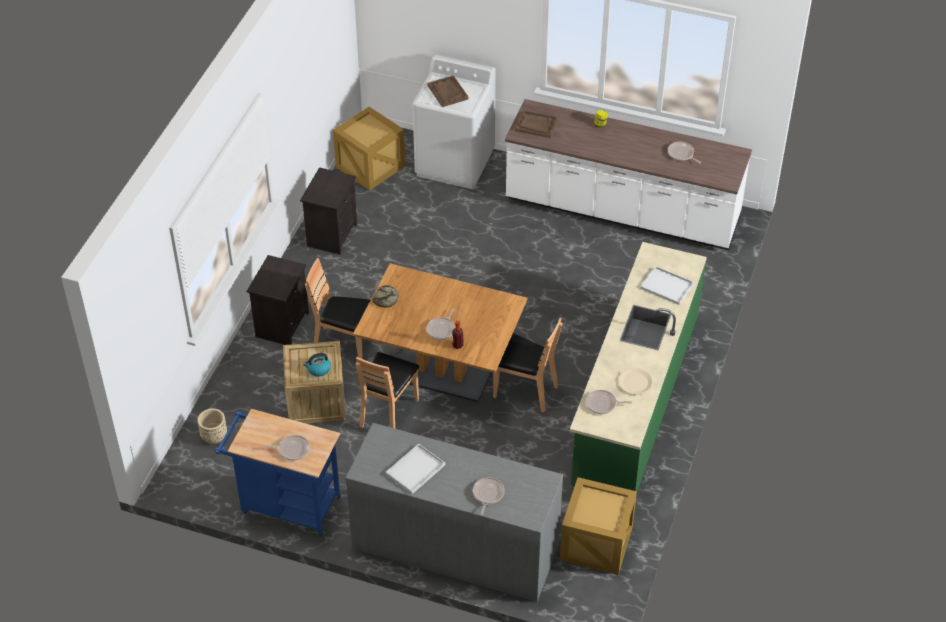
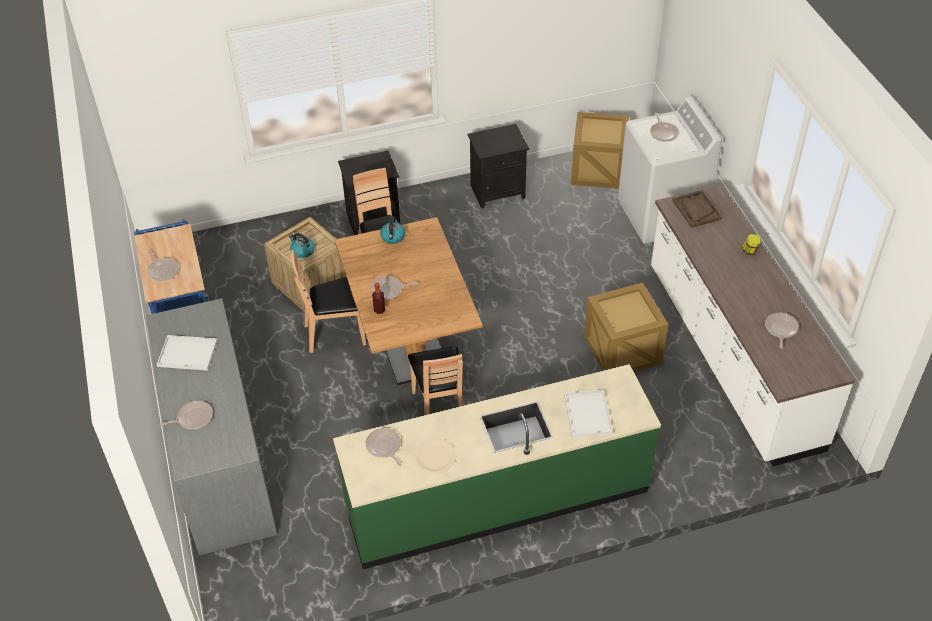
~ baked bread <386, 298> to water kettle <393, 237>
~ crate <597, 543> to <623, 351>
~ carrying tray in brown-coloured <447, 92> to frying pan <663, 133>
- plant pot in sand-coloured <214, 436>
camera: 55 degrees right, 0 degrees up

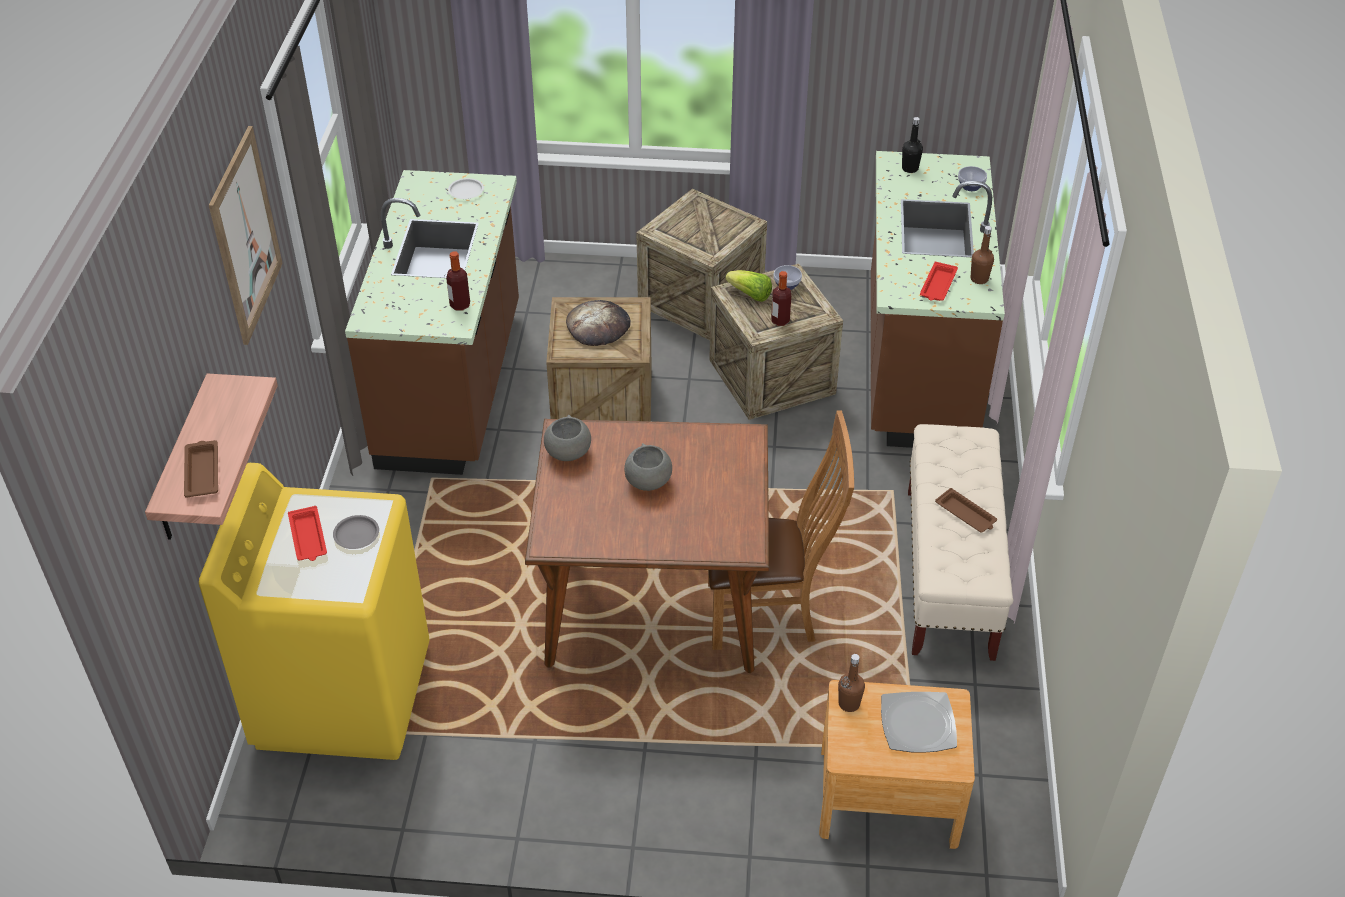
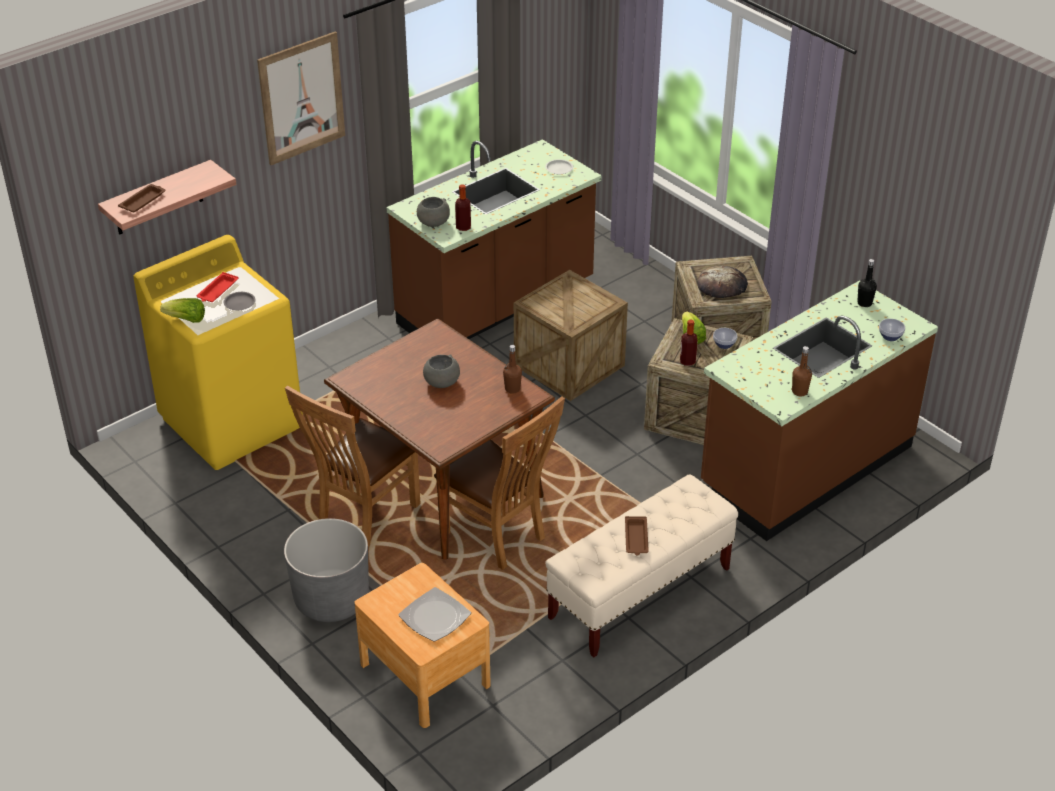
+ head of lettuce <186, 319>
+ plant pot in greyish <331, 599>
+ upright chair in brown-coloured <363, 517>
~ serving bowl in greyish <568, 453> to <433, 223>
~ bottle in brown-coloured <849, 704> to <512, 389>
~ baked bread <598, 326> to <722, 285>
- carrying tray in red-coloured <938, 286>
camera: 45 degrees right, 5 degrees down

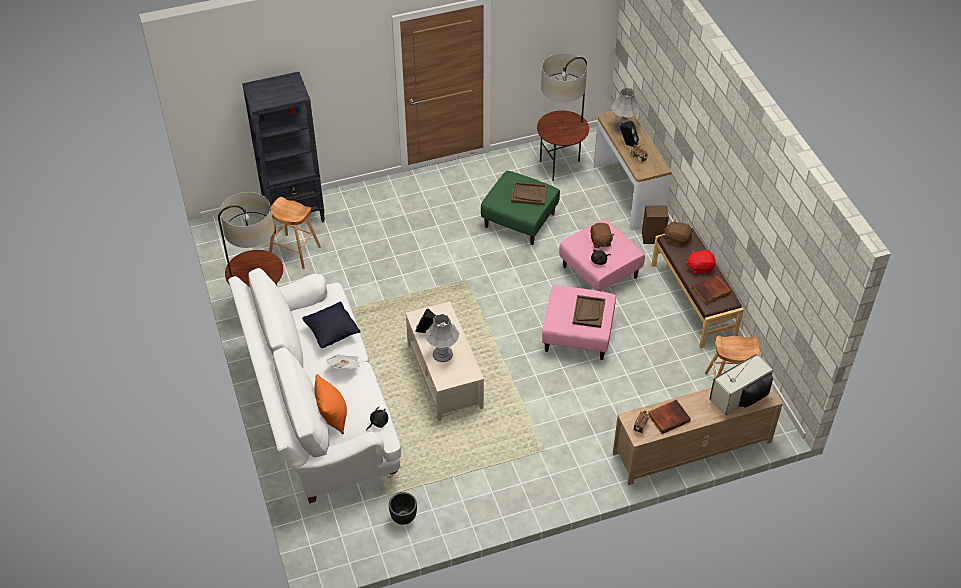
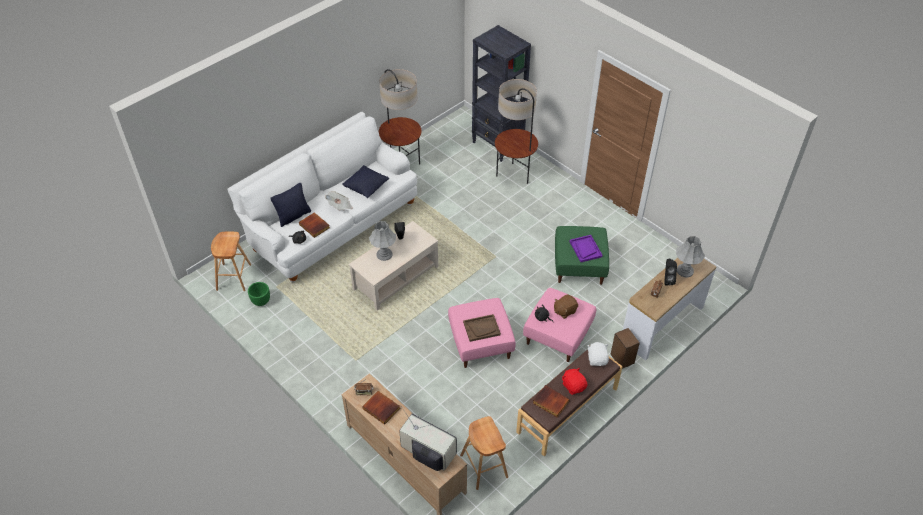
~ stool in brown-coloured <295, 251> to <234, 277>
~ plant pot in blackish <403, 518> to plant pot in green <261, 302>
~ throw pillow in orange-coloured <332, 417> to throw pillow in blackish <293, 216>
+ bound book <315, 226>
~ standing lamp <560, 166> to <514, 175>
~ carrying tray in brown-coloured <528, 194> to carrying tray in purplish <585, 249>
~ cuddly toy in brown-coloured <677, 239> to cuddly toy in whitish <597, 359>
camera: 65 degrees right, 0 degrees up

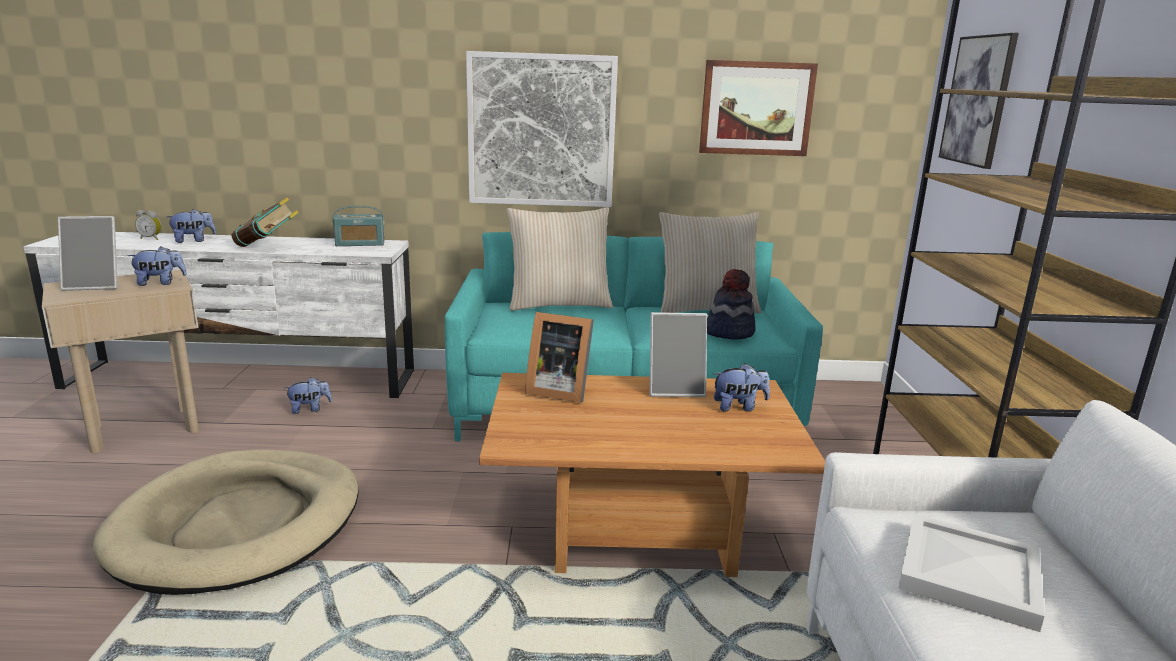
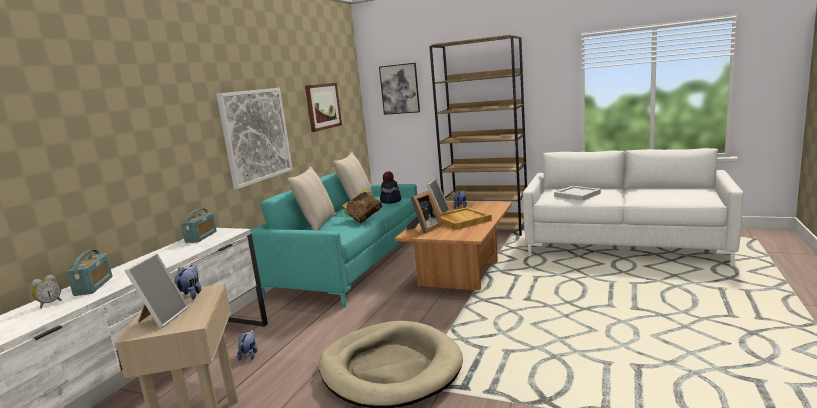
~ cuddly toy <193, 241> to radio <94, 286>
~ bound book <267, 246> to <364, 219>
+ carrying tray in sand-coloured <461, 220>
camera: 65 degrees left, 5 degrees down

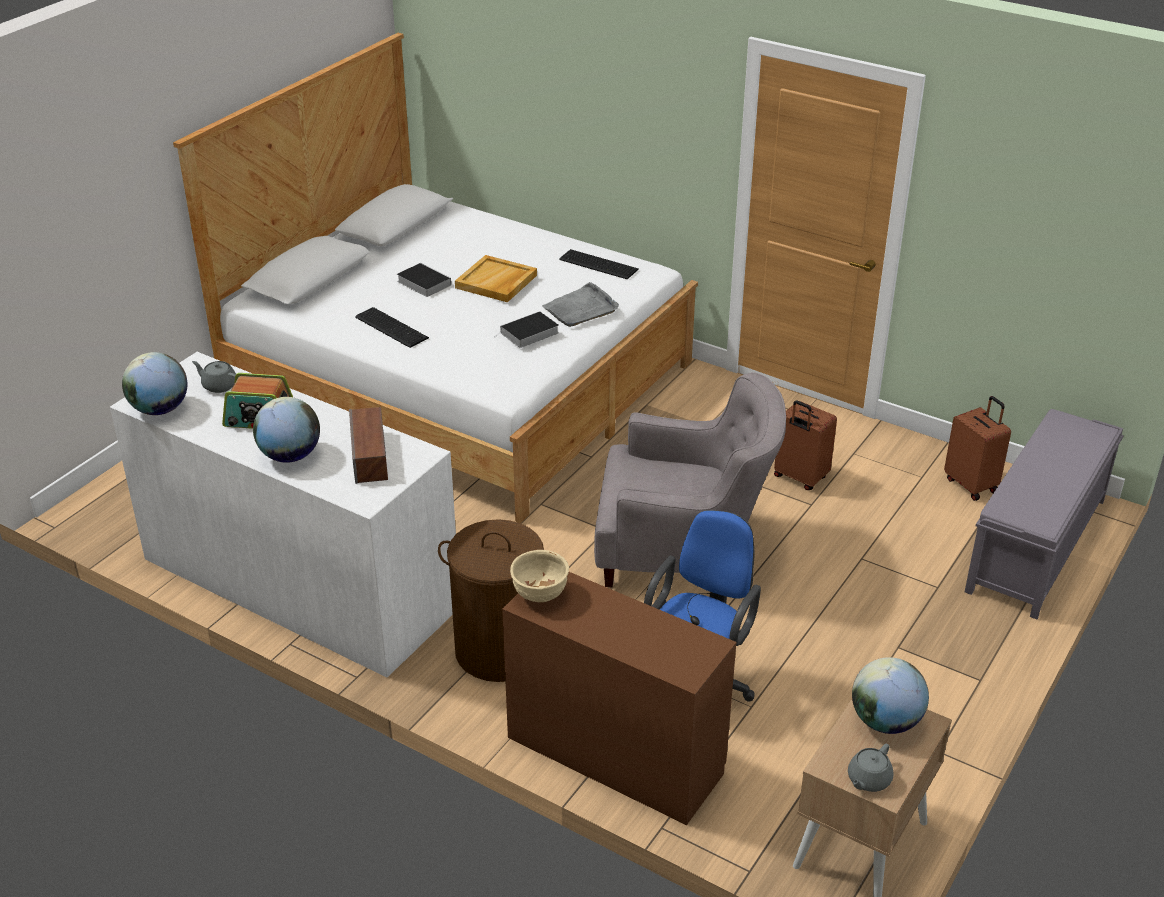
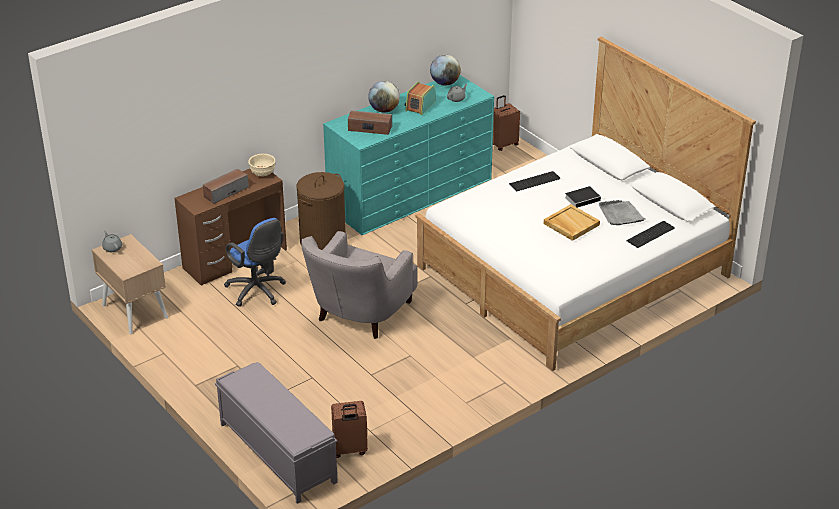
+ loudspeaker <226, 192>
~ chest of drawers in whitish <299, 582> to chest of drawers in blue-green <410, 193>
~ piece of luggage in brown-coloured <799, 478> to <503, 144>
~ carrying tray in greyish <581, 308> to <620, 214>
~ keyboard <598, 263> to <651, 234>
- bound book <528, 333>
- globe <885, 721>
camera: 110 degrees right, 0 degrees up

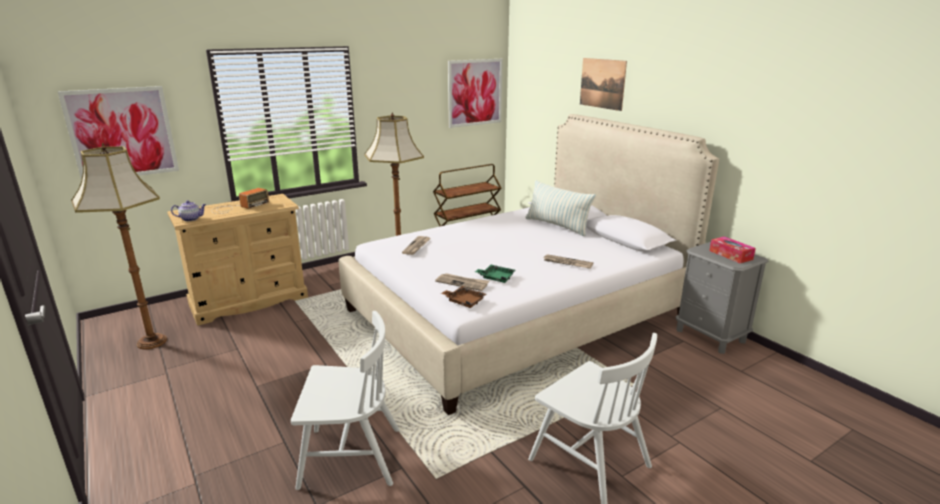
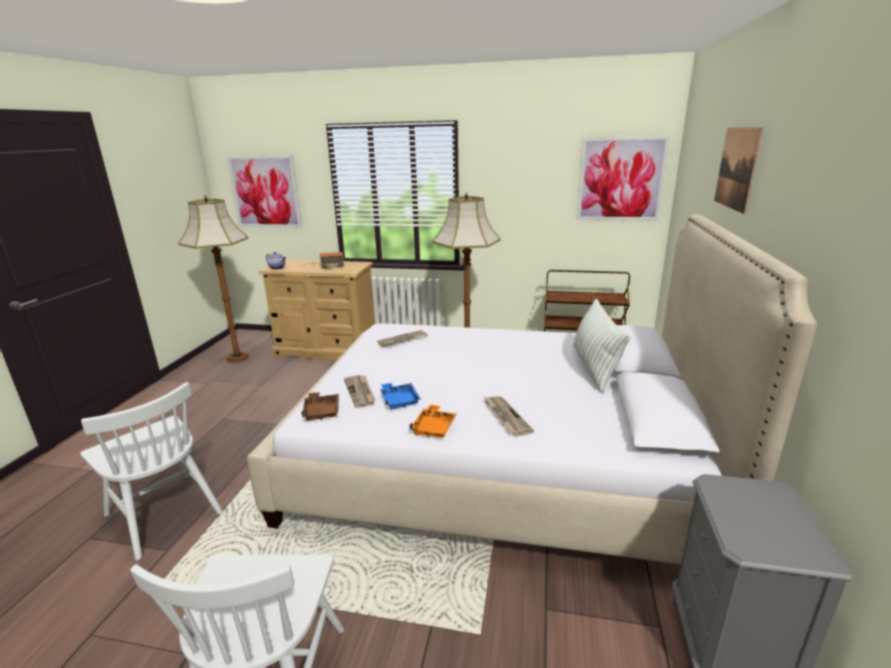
~ carrying tray in green <496, 278> to carrying tray in bluish <399, 400>
+ carrying tray in orange-coloured <434, 428>
- box of tissues <730, 255>
camera: 45 degrees right, 0 degrees up

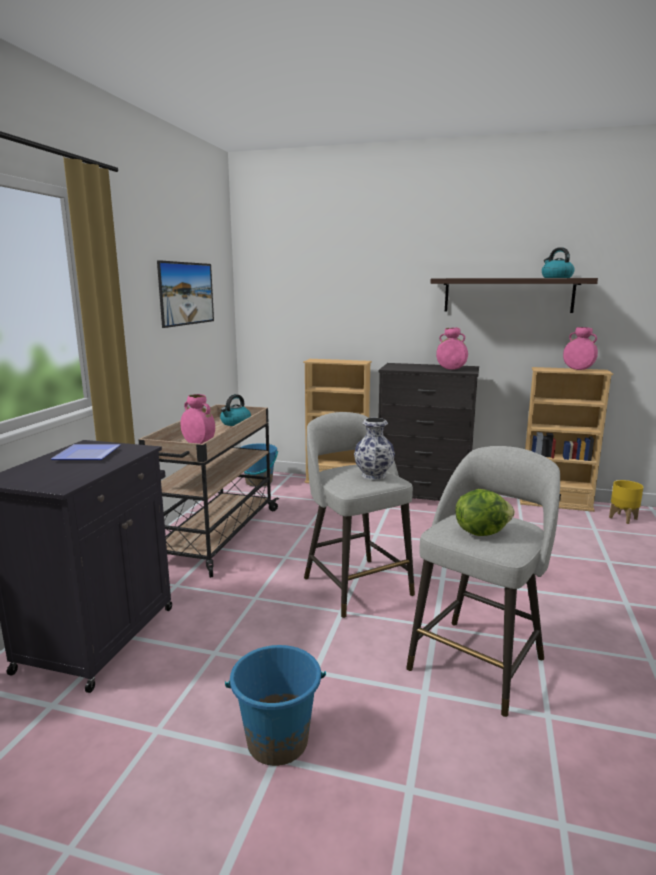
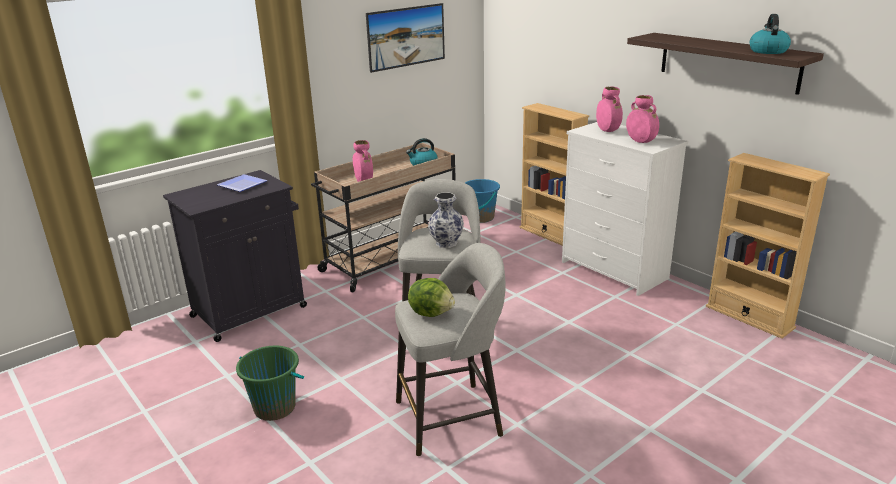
~ water bucket in bluish <277, 741> to water bucket in green <275, 407>
~ chest of drawers in blackish <424, 496> to chest of drawers in whitish <614, 270>
~ vase in pink-coloured <578, 369> to <607, 131>
- plant pot in yellowish <623, 518>
camera: 35 degrees right, 10 degrees up

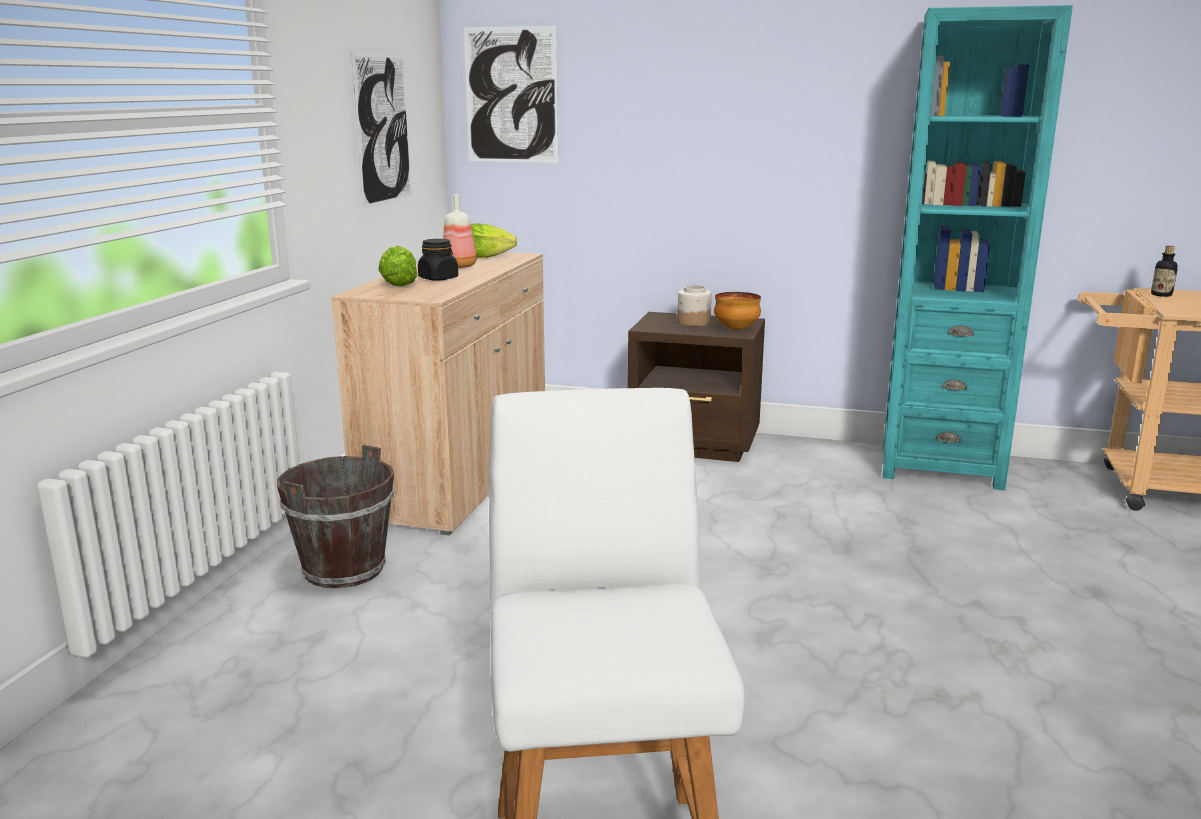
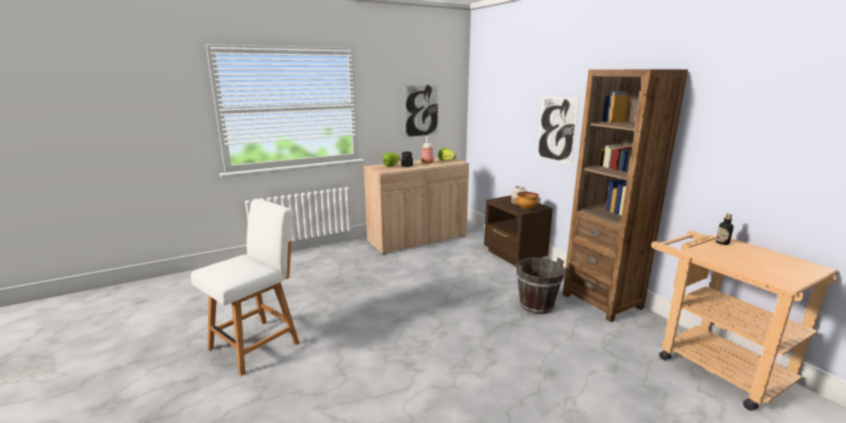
~ water bucket in brown-coloured <344, 570> to <536, 305>
~ picture <511, 95> to <556, 129>
~ shelving unit in blue-green <940, 466> to shelving unit in brown-coloured <602, 301>
camera: 45 degrees right, 0 degrees up

